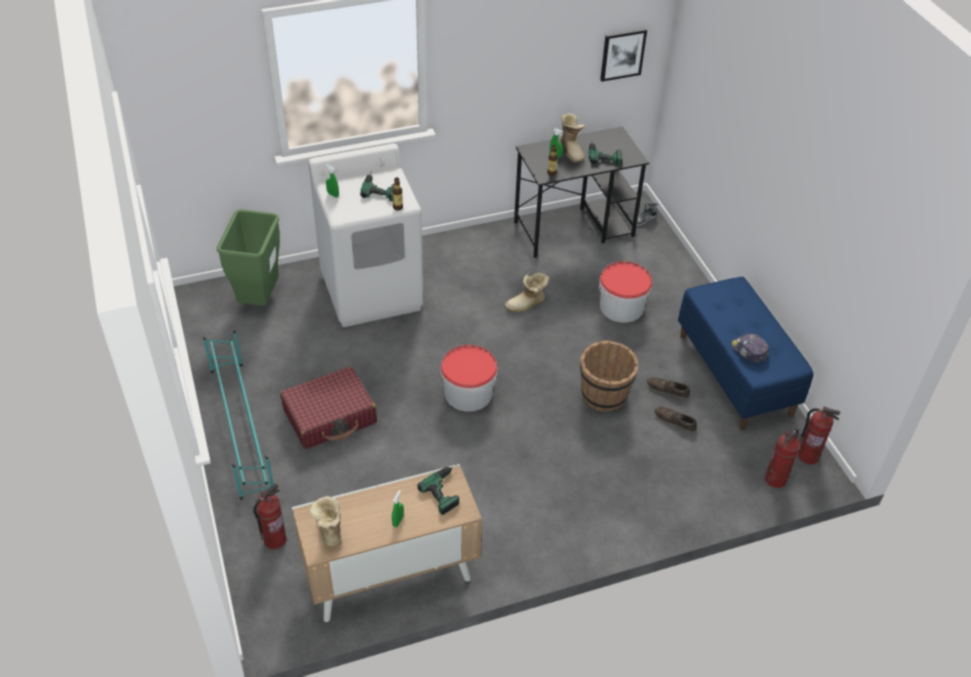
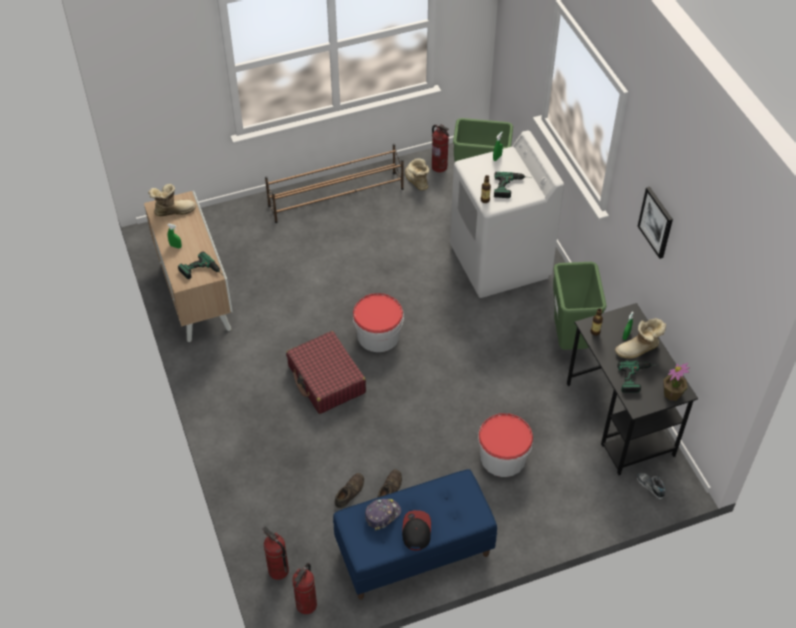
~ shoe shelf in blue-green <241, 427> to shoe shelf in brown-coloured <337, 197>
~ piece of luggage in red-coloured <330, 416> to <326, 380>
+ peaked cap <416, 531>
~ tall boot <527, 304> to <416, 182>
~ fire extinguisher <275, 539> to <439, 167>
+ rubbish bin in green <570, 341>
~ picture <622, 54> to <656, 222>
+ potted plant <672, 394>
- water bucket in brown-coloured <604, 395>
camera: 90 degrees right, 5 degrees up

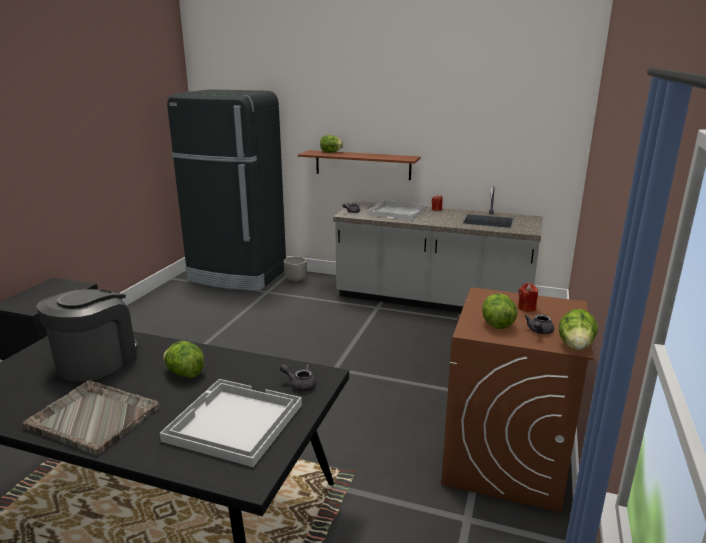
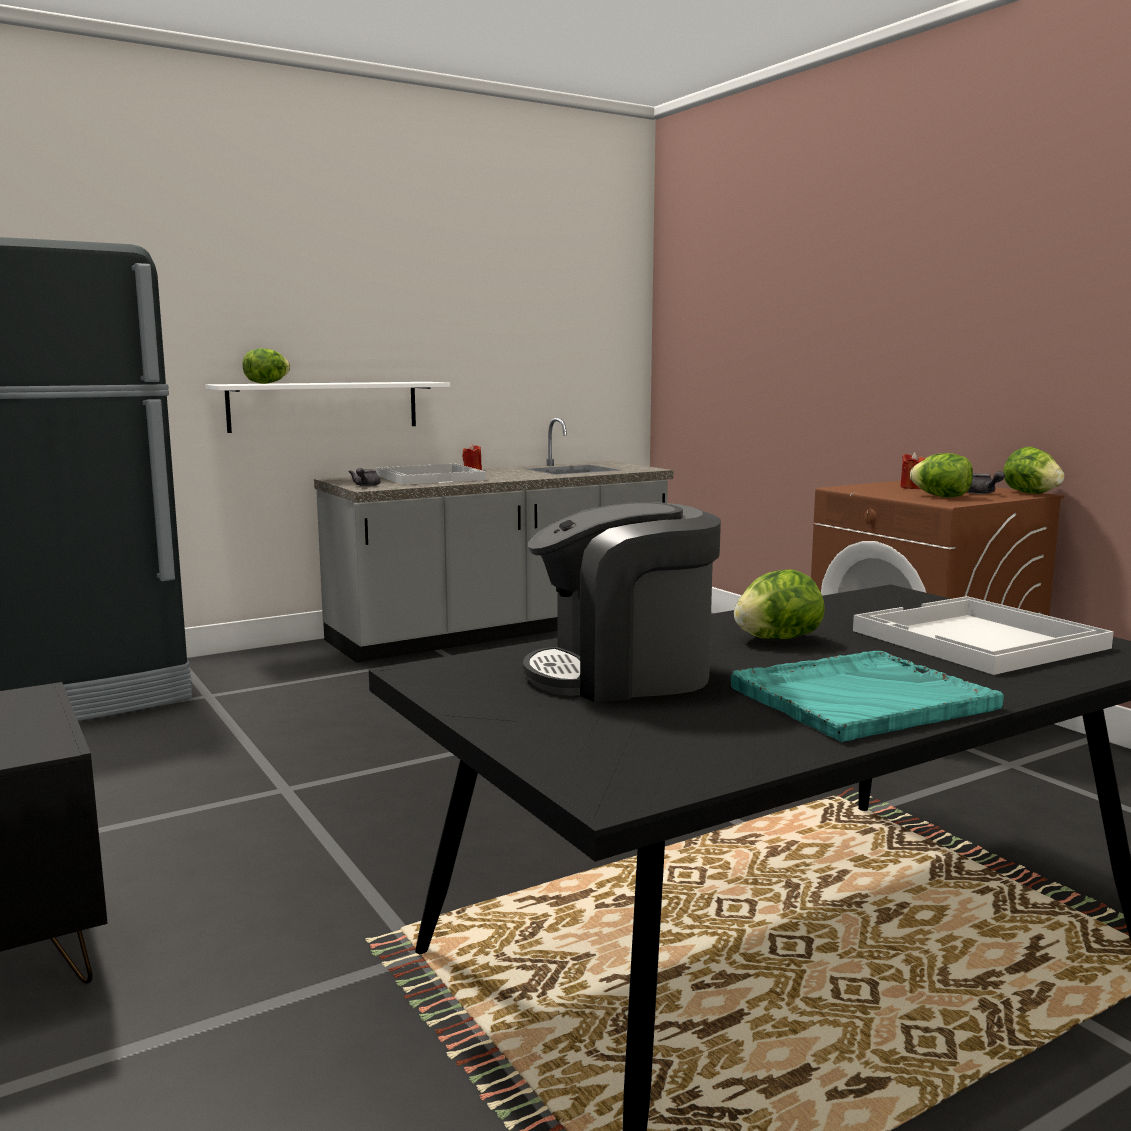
~ bracket shelf in brown-coloured <362, 165> to bracket shelf in whitish <324, 406>
~ coffee machine <96, 361> = <623, 675> 75 degrees counterclockwise
~ carrying tray in greyish <93, 417> to carrying tray in blue-green <859, 698>
- tea pot in greyish <300, 385>
- plant pot <296, 280>
camera: 50 degrees left, 10 degrees down

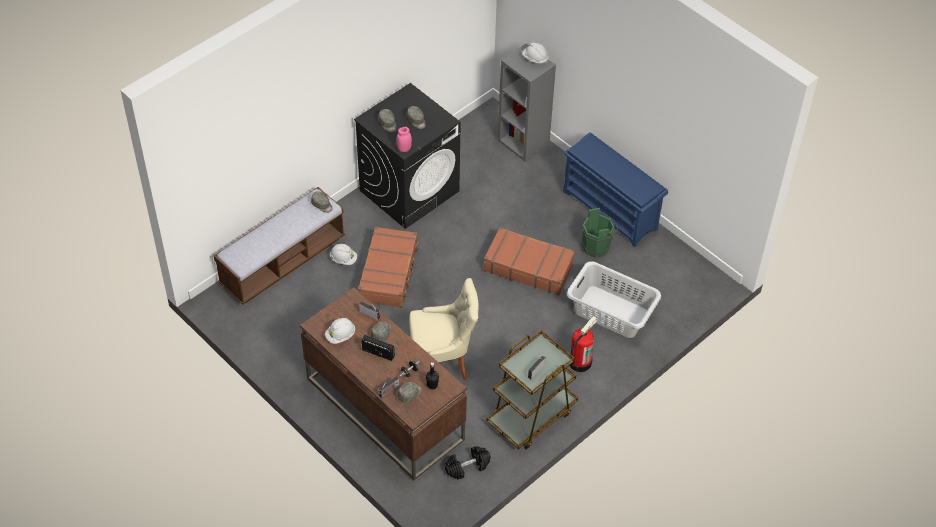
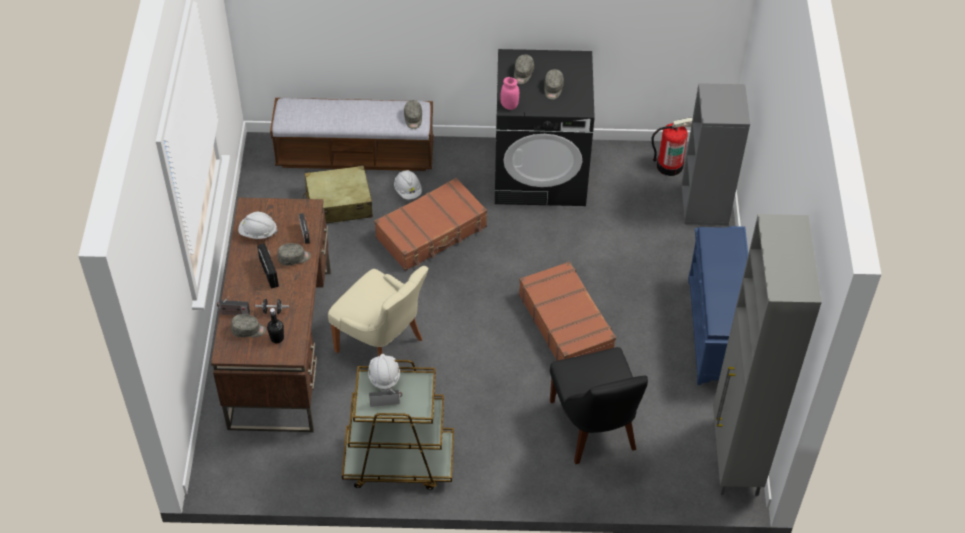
+ piece of luggage in sand-coloured <338, 204>
~ safety helmet in whitish <535, 59> to <384, 376>
~ laundry basket in greyish <611, 312> to upright chair in blackish <594, 428>
~ fire extinguisher <580, 362> to <670, 165>
+ cabinet in greyish <734, 458>
- free weight in blackish <467, 466>
- water bucket in green <598, 247>
camera: 45 degrees right, 0 degrees up

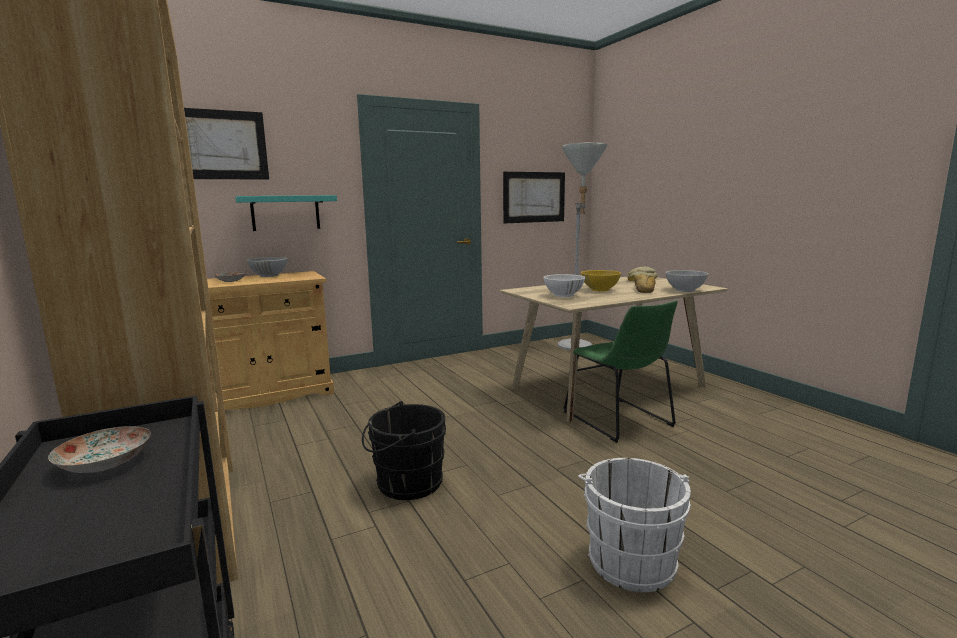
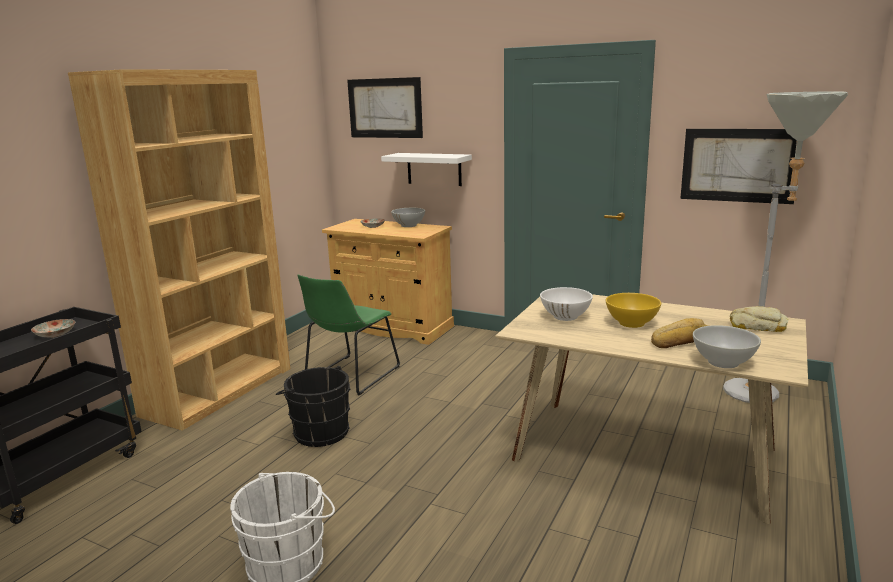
~ upright chair in green <620, 420> to <350, 376>
~ bracket shelf in blue-green <285, 213> to bracket shelf in whitish <434, 169>
camera: 55 degrees right, 5 degrees up

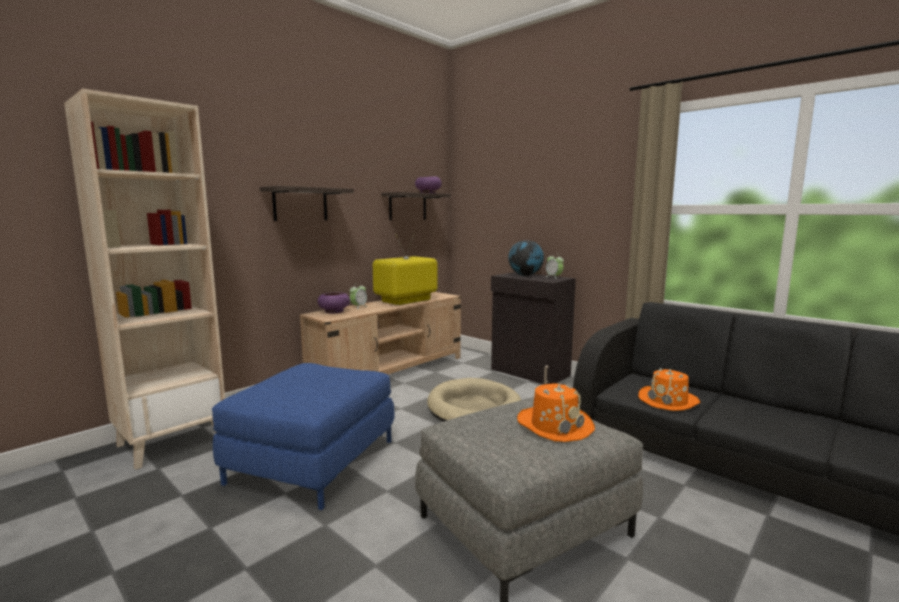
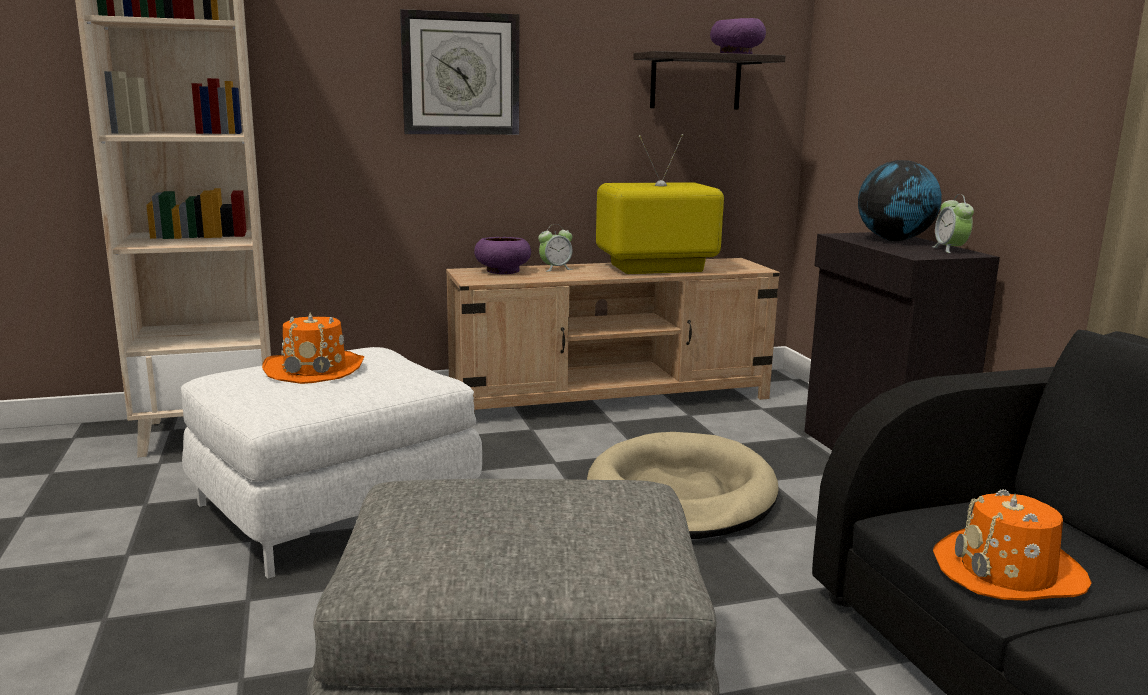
~ footrest in bluish <312, 461> to footrest in whitish <336, 506>
~ wearable hat in orange-coloured <554, 425> to <315, 369>
~ bracket shelf <300, 204> to wall clock <461, 74>
camera: 30 degrees right, 5 degrees up

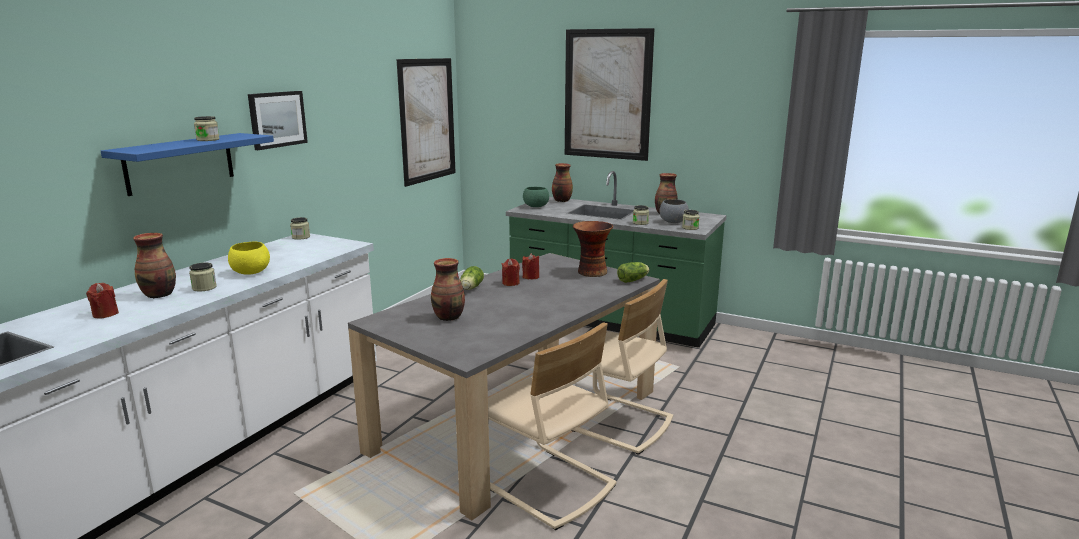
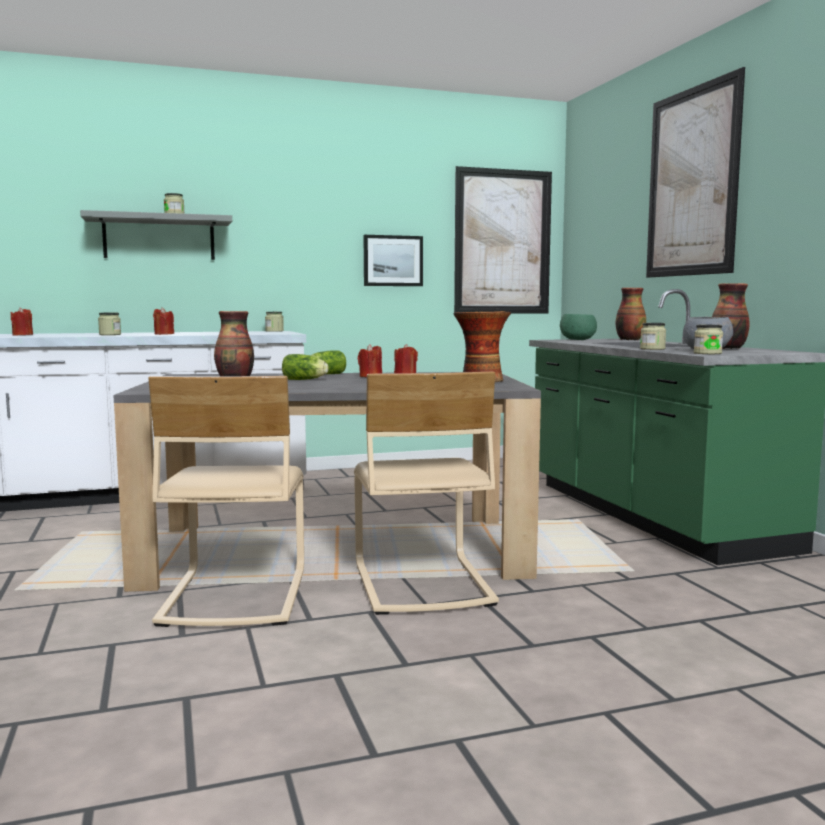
~ bracket shelf in bluish <180, 163> to bracket shelf in greyish <159, 238>
~ serving bowl in yellowish <250, 272> to wax light in red-coloured <164, 334>
~ head of lettuce <634, 280> to <305, 379>
~ picture <277, 119> to <393, 261>
- vase <160, 295>
camera: 45 degrees right, 10 degrees down

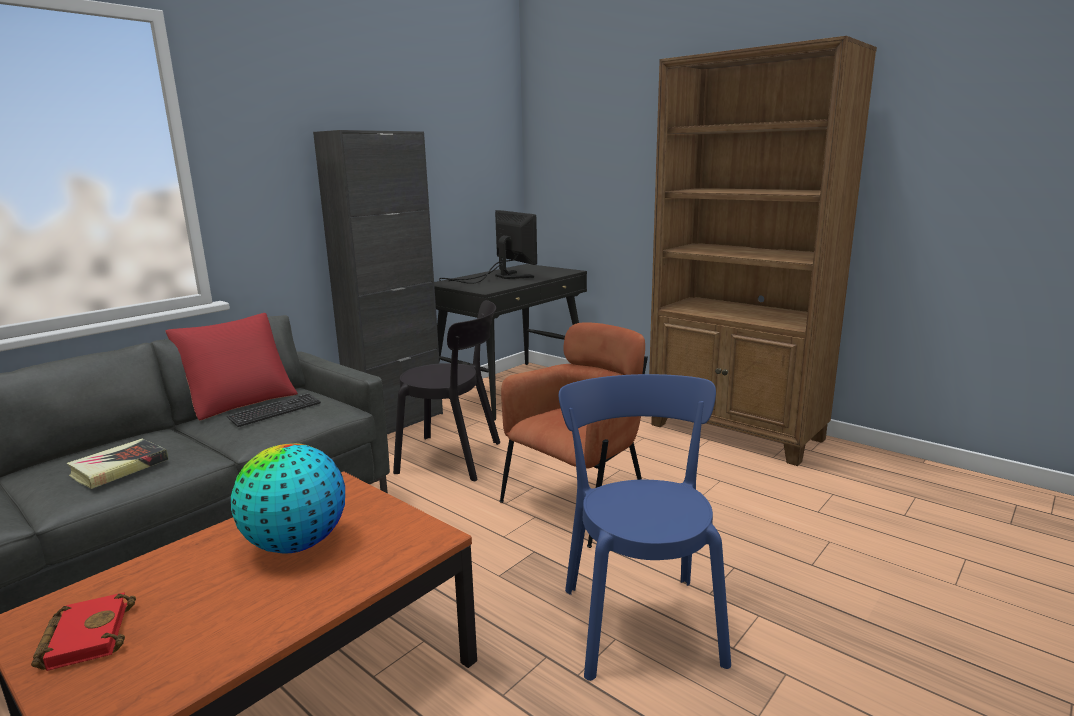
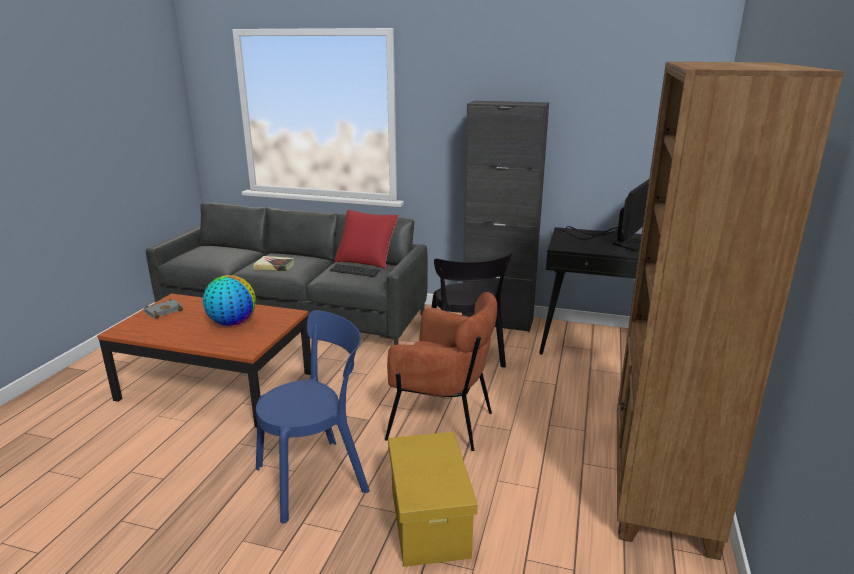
~ bound book in red-coloured <85, 636> to bound book in greyish <164, 311>
+ storage container in yellowish <429, 522>
camera: 65 degrees right, 5 degrees up

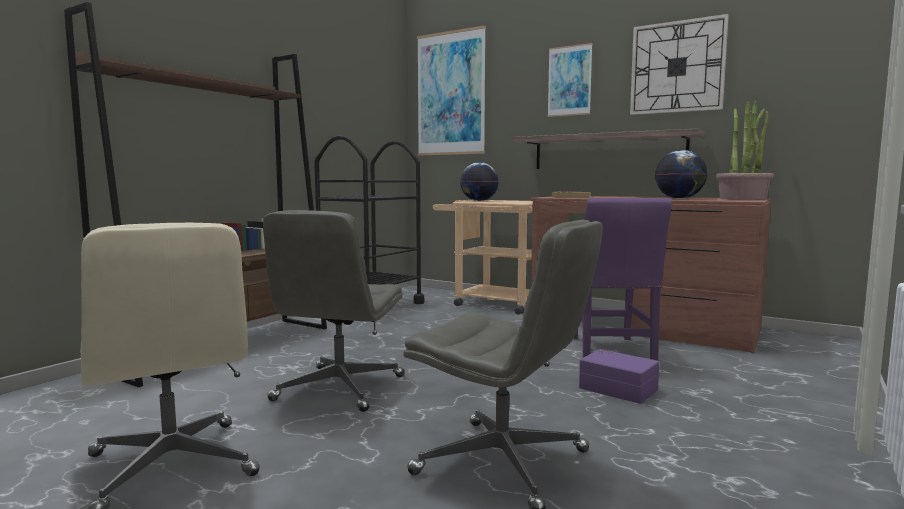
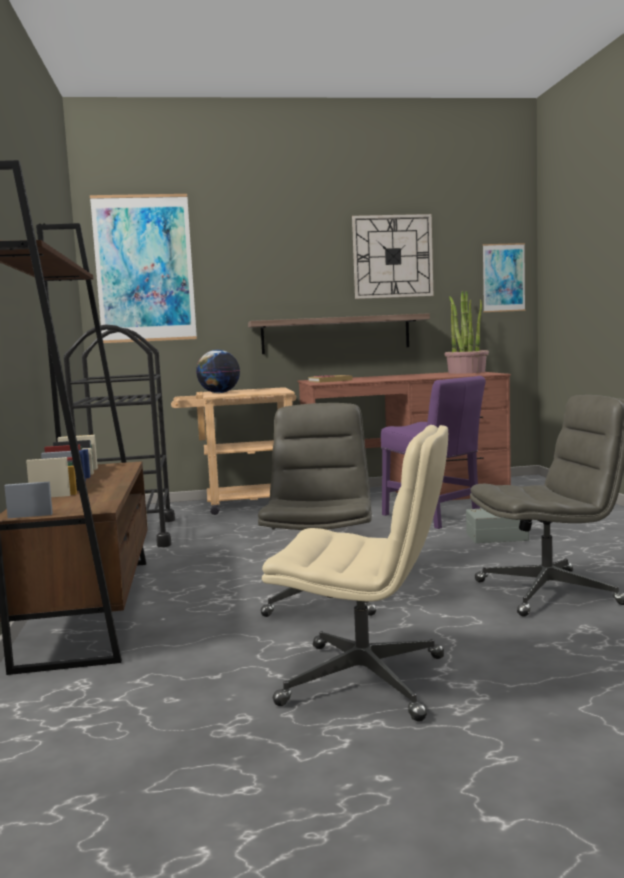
~ computer chair in greyish <339, 389> = <321, 596> 150 degrees counterclockwise
~ storage container in purplish <618, 388> to storage container in greyish <496, 536>
~ picture <569, 81> to <503, 277>
- globe <679, 198>
camera: 40 degrees left, 0 degrees up

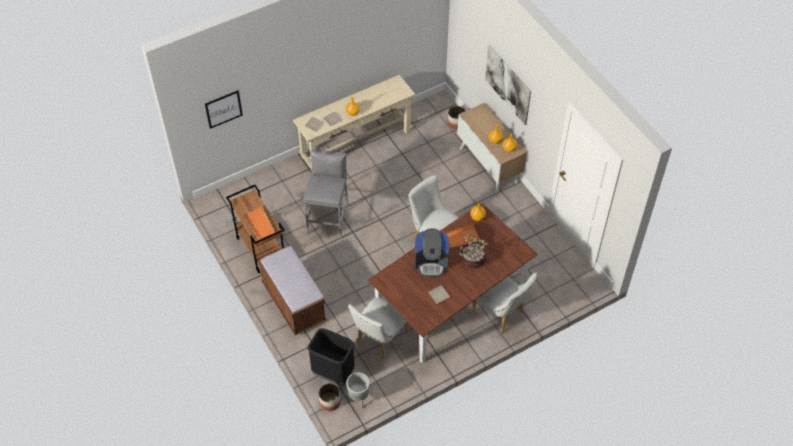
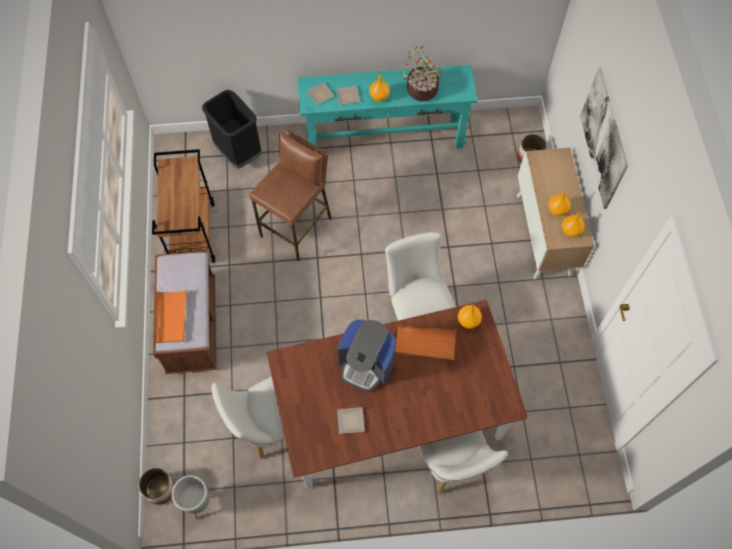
~ carrying tray in orange-coloured <259, 224> to <171, 317>
~ rubbish bin in blackish <333, 373> to <238, 153>
~ stool in greyish <329, 219> to stool in brown-coloured <297, 228>
~ narrow table in sand-coloured <356, 144> to narrow table in blue-green <385, 138>
~ potted plant <472, 259> to <421, 90>
- picture <223, 109>
camera: 25 degrees right, 10 degrees up

